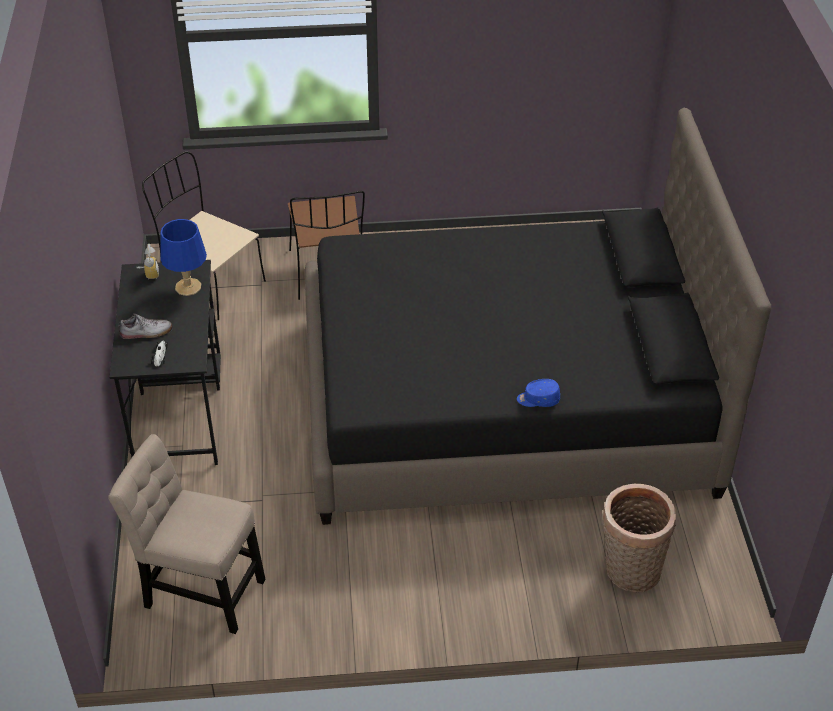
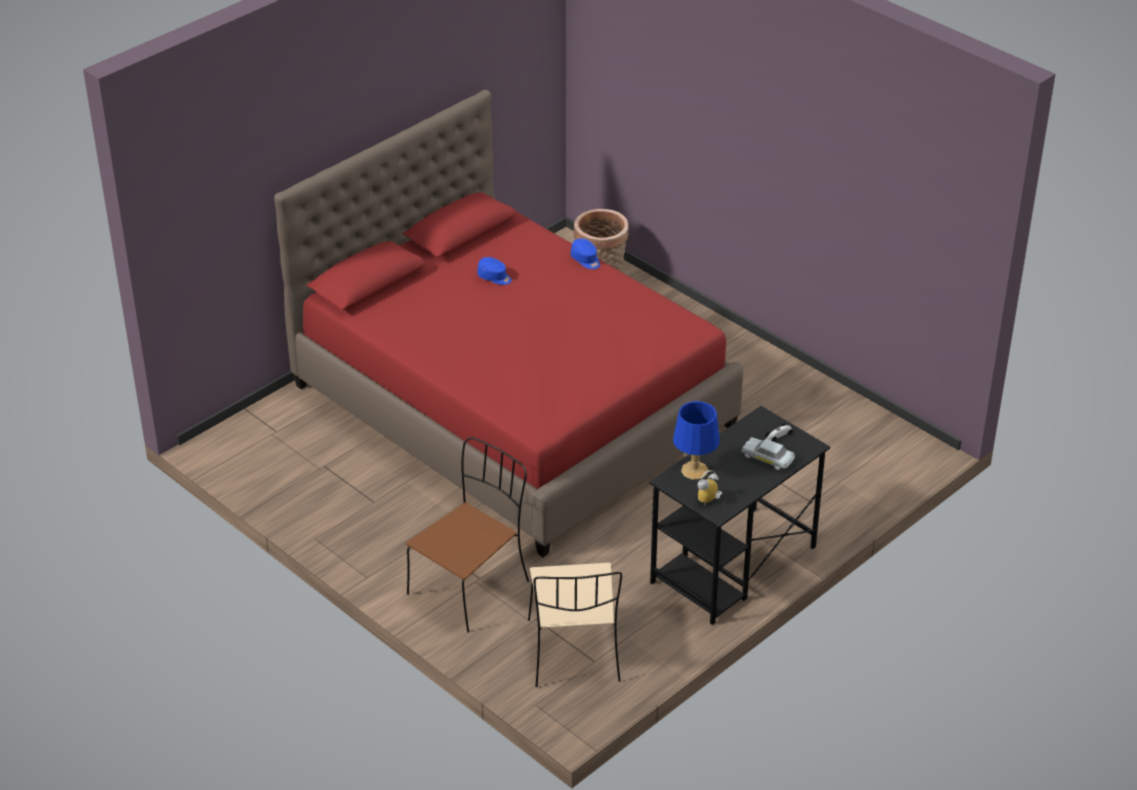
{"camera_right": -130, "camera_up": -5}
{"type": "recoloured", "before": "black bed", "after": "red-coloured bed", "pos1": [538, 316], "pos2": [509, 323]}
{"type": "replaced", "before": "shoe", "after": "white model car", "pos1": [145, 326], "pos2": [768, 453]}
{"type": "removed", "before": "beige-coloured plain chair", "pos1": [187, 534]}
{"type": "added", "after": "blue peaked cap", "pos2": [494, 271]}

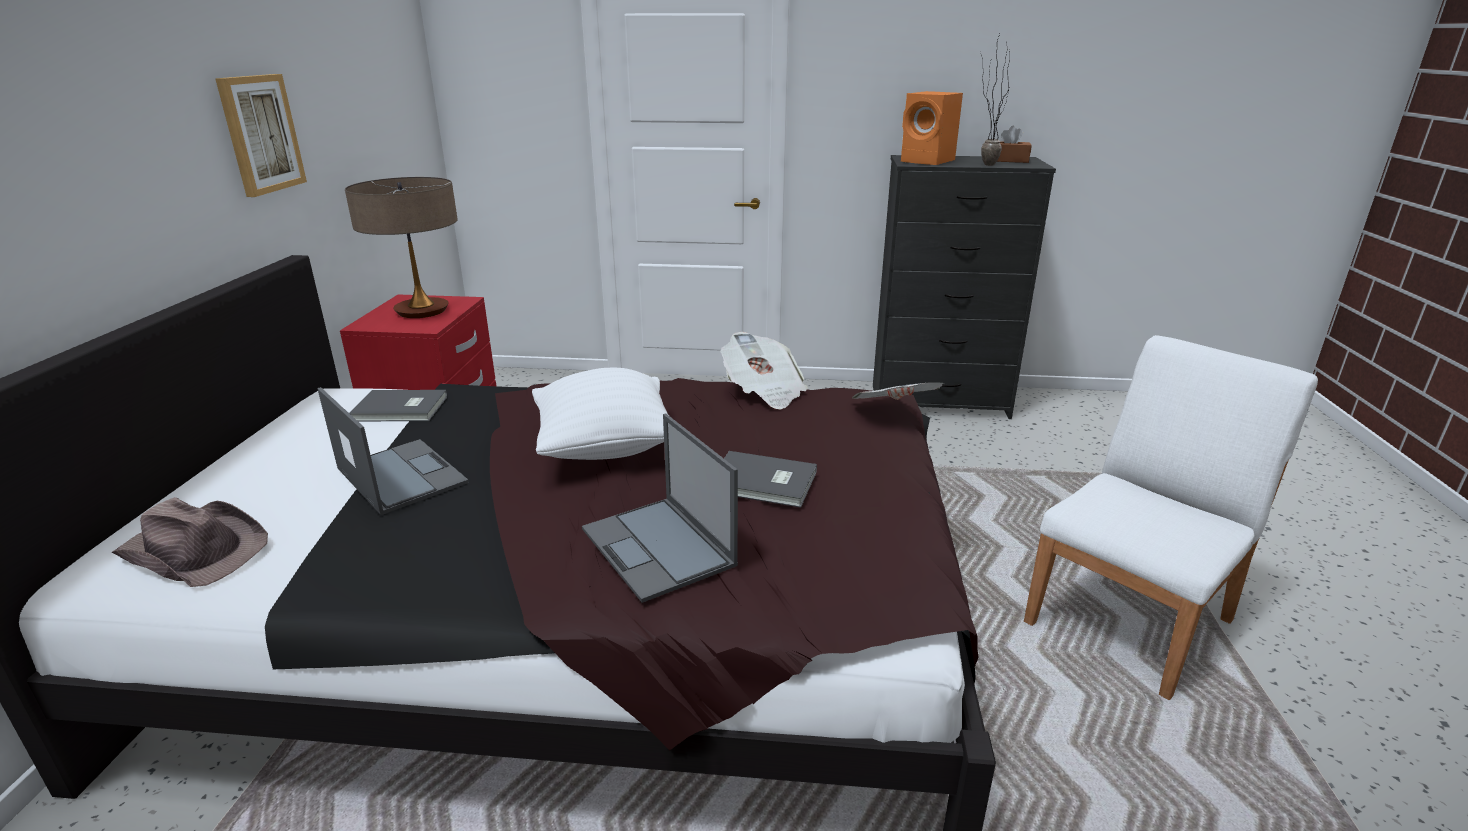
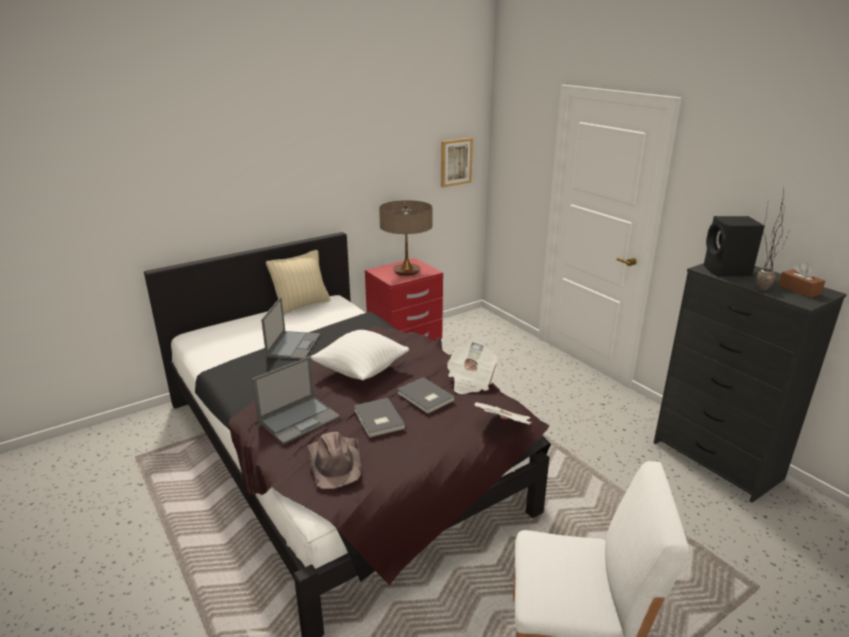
{"camera_right": 50, "camera_up": 0}
{"type": "moved", "before": "wall art", "pos1": [261, 135], "pos2": [457, 162]}
{"type": "recoloured", "before": "orange-coloured audio speaker", "after": "black audio speaker", "pos1": [932, 128], "pos2": [734, 246]}
{"type": "moved", "before": "greyish book", "pos1": [398, 405], "pos2": [426, 395]}
{"type": "turned", "before": "portable computer", "pos1": [660, 508], "pos2": [296, 400], "turn": -150}
{"type": "moved", "before": "brown wearable hat", "pos1": [190, 542], "pos2": [334, 460]}
{"type": "added", "after": "beige-coloured throw pillow", "pos2": [298, 282]}

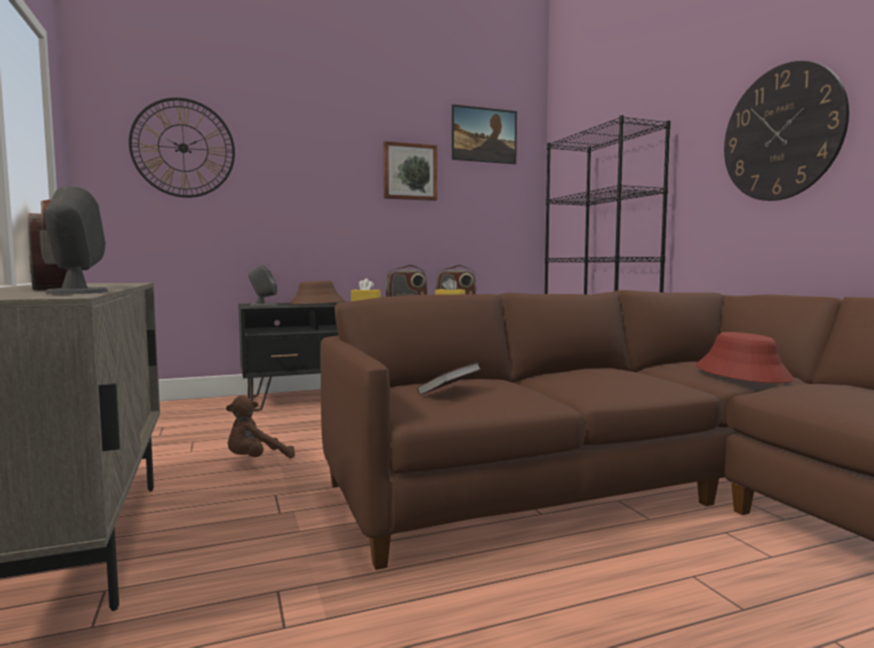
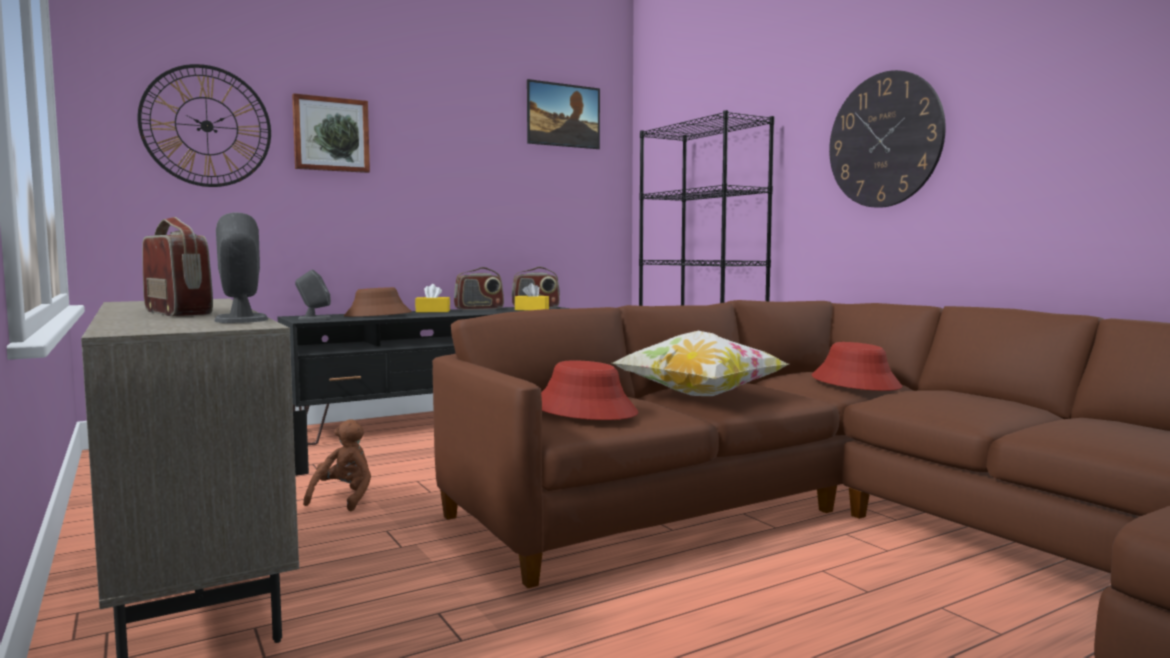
{"camera_right": -10, "camera_up": 0}
{"type": "moved", "before": "wall art", "pos1": [410, 171], "pos2": [331, 133]}
{"type": "replaced", "before": "book", "after": "red-coloured wearable hat", "pos1": [449, 378], "pos2": [589, 390]}
{"type": "turned", "before": "brown soft toy", "pos1": [260, 426], "pos2": [337, 465], "turn": 150}
{"type": "added", "after": "throw pillow", "pos2": [700, 363]}

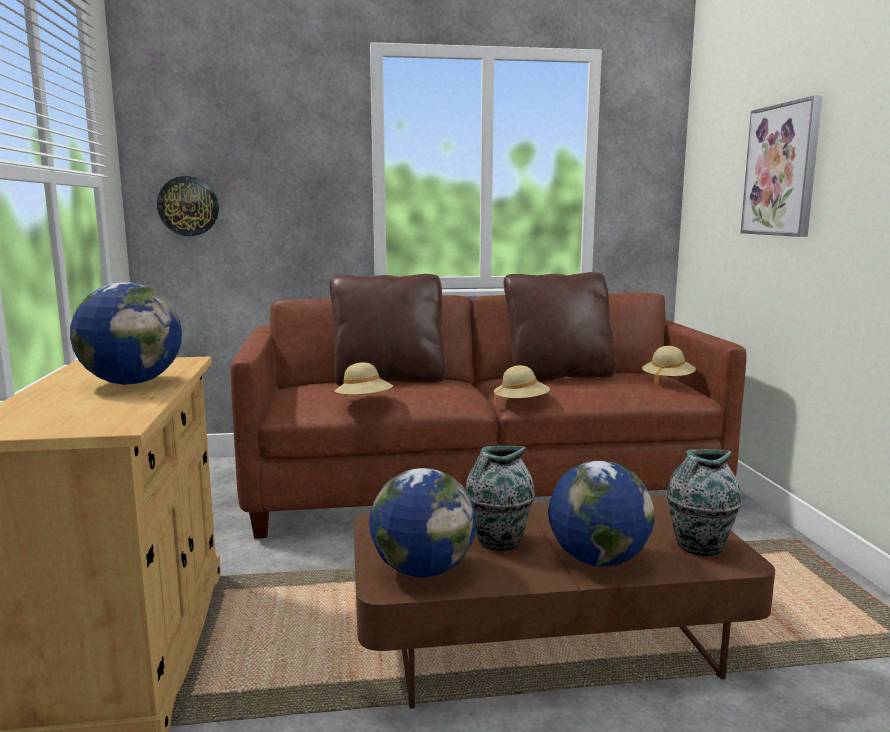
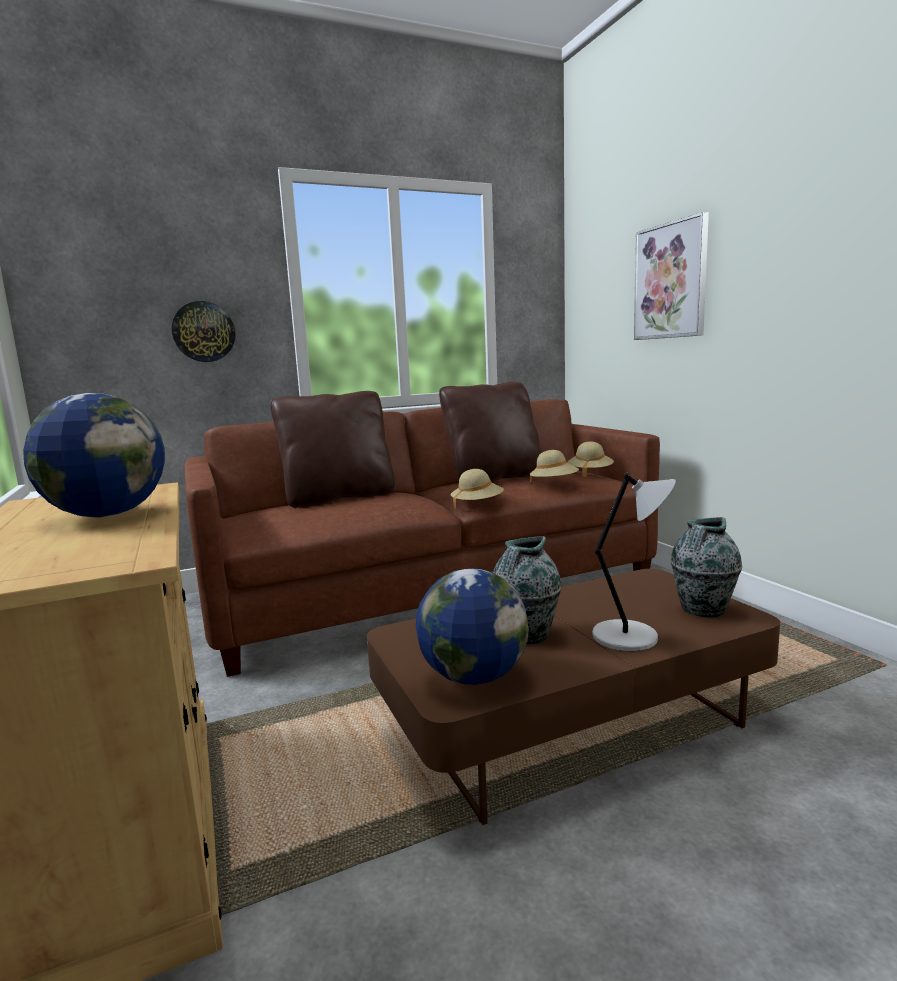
{"camera_right": -15, "camera_up": 0}
{"type": "moved", "before": "wall clock", "pos1": [188, 206], "pos2": [203, 331]}
{"type": "moved", "before": "beige-coloured wearable hat", "pos1": [364, 380], "pos2": [554, 466]}
{"type": "replaced", "before": "world globe", "after": "greyish tabletop lamp", "pos1": [601, 514], "pos2": [634, 562]}

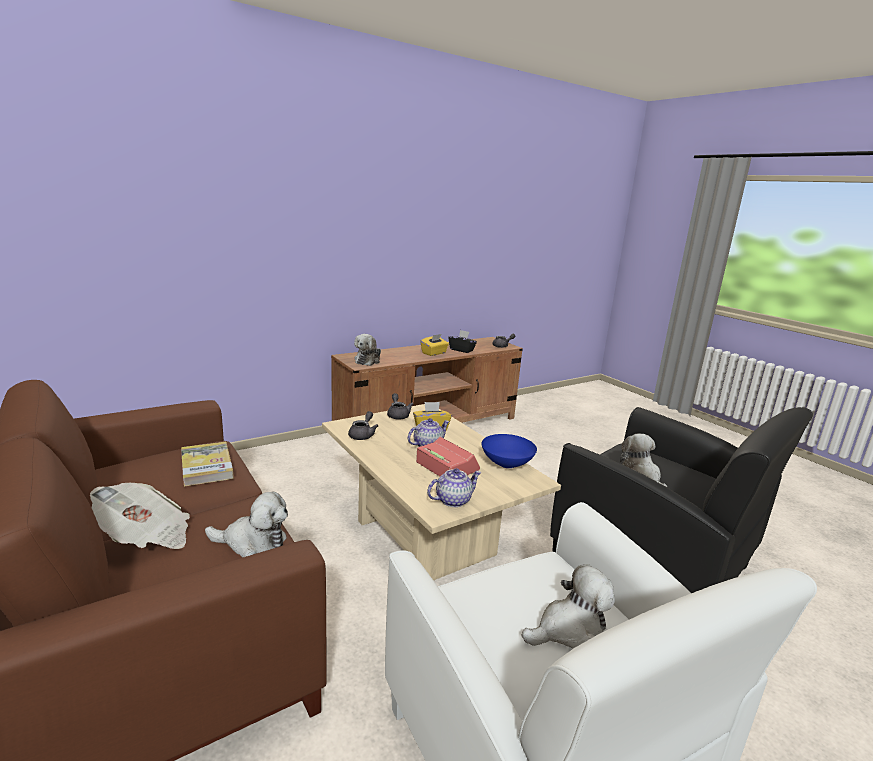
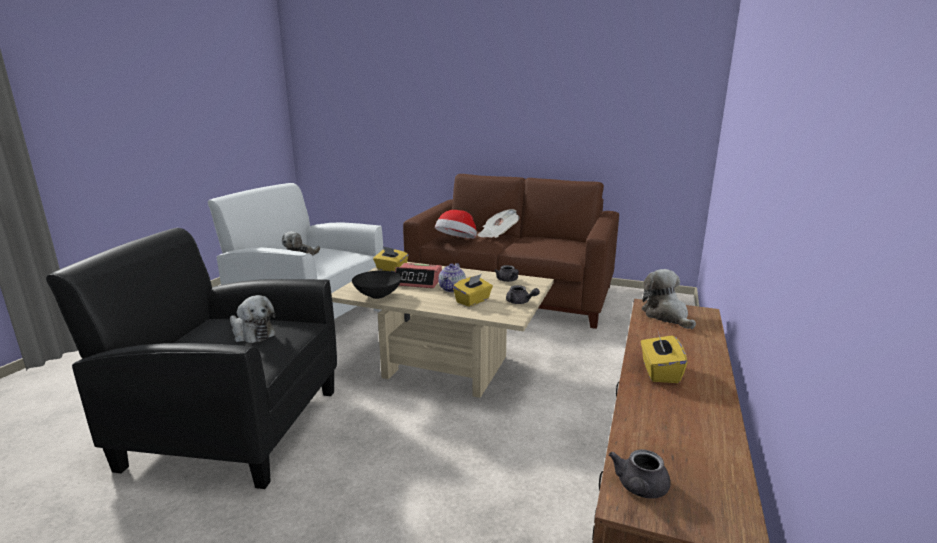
{"camera_right": 145, "camera_up": 0}
{"type": "removed", "before": "black box of tissues", "pos1": [462, 341]}
{"type": "recoloured", "before": "blue deep dish", "after": "black deep dish", "pos1": [509, 451], "pos2": [377, 285]}
{"type": "removed", "before": "book", "pos1": [207, 464]}
{"type": "replaced", "before": "pot for tea", "after": "yellow box of tissues", "pos1": [454, 487], "pos2": [390, 259]}
{"type": "replaced", "before": "soft toy", "after": "wearable hat", "pos1": [246, 525], "pos2": [456, 224]}

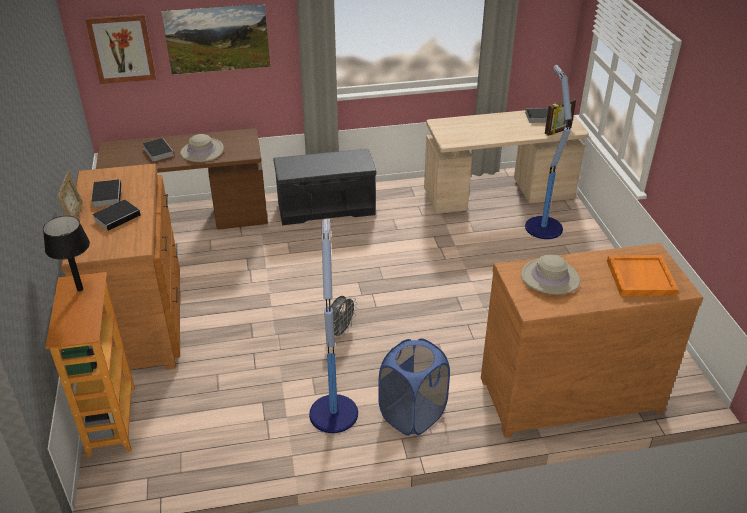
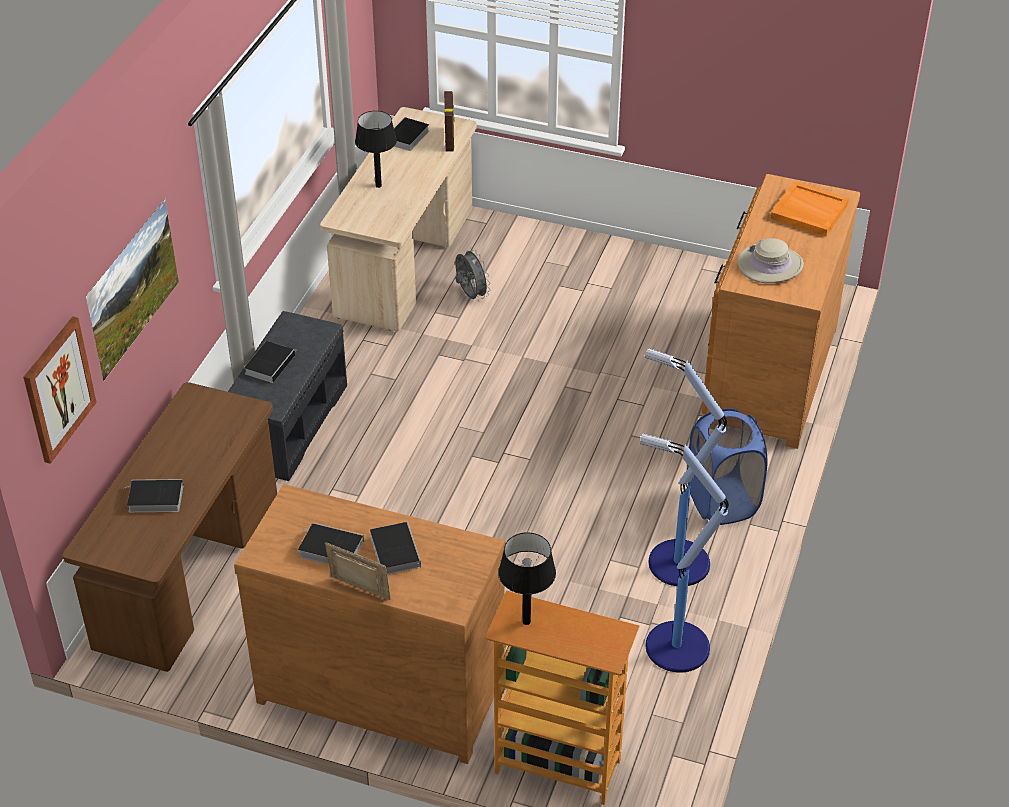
{"camera_right": -60, "camera_up": 5}
{"type": "moved", "before": "standard lamp", "pos1": [548, 152], "pos2": [684, 553]}
{"type": "removed", "before": "beige-coloured wearable hat", "pos1": [202, 148]}
{"type": "moved", "before": "greyish electric fan", "pos1": [344, 317], "pos2": [473, 273]}
{"type": "added", "after": "black tabletop lamp", "pos2": [376, 149]}
{"type": "added", "after": "book", "pos2": [270, 362]}

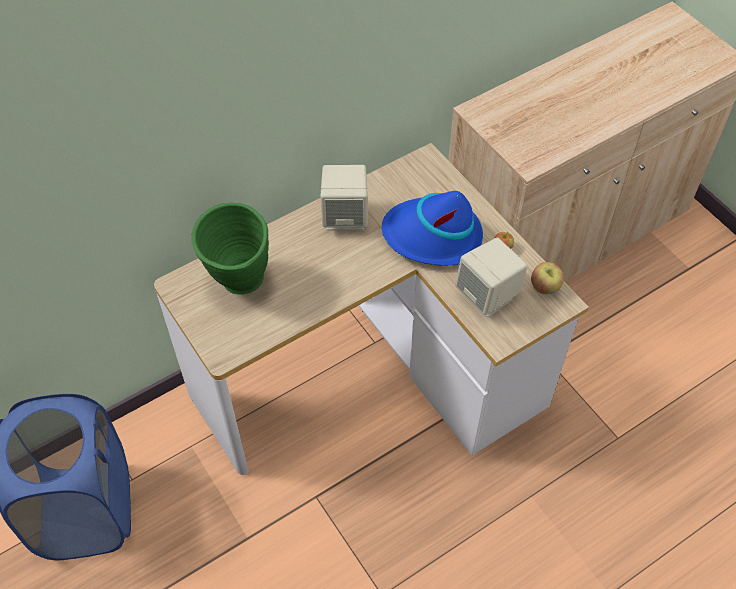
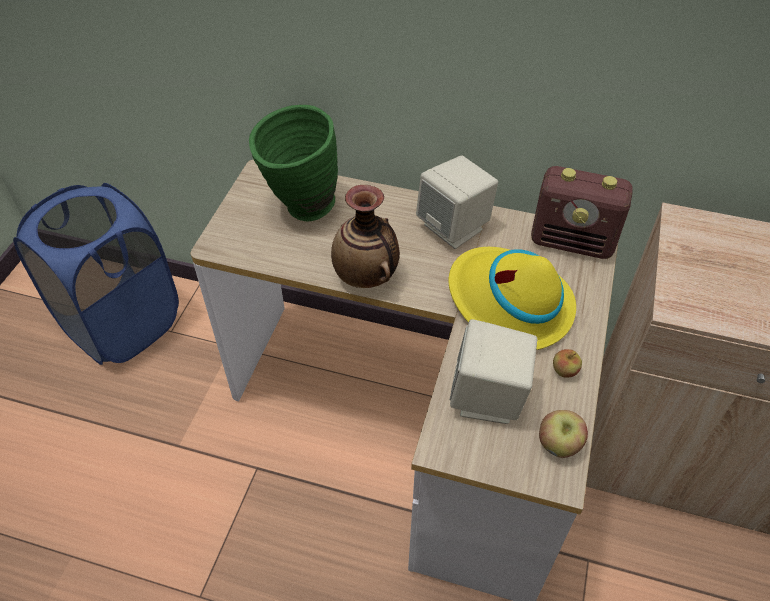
{"camera_right": 50, "camera_up": -5}
{"type": "recoloured", "before": "blue wearable hat", "after": "yellow wearable hat", "pos1": [432, 228], "pos2": [512, 298]}
{"type": "added", "after": "radio receiver", "pos2": [582, 212]}
{"type": "added", "after": "vase", "pos2": [365, 236]}

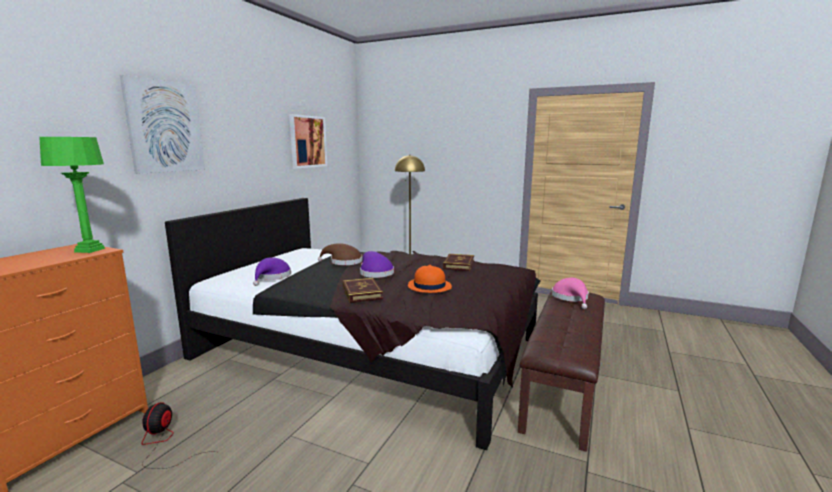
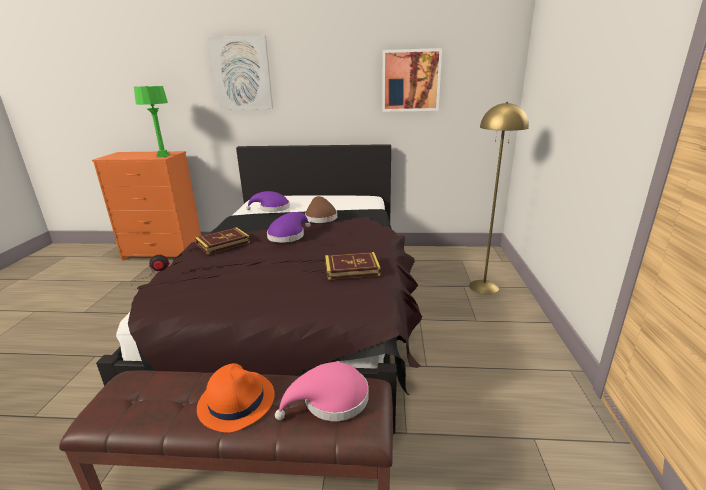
{"camera_right": 70, "camera_up": 10}
{"type": "moved", "before": "orange-coloured wearable hat", "pos1": [430, 279], "pos2": [236, 398]}

